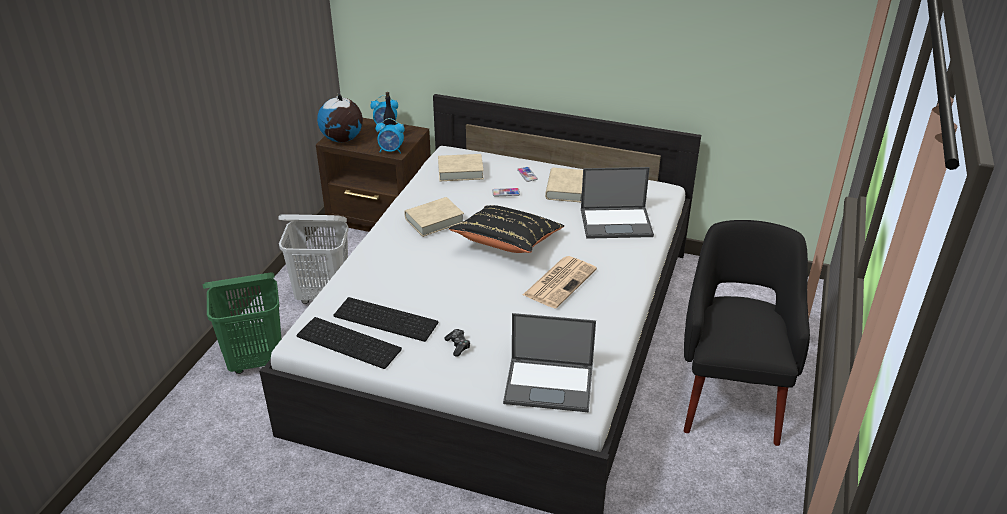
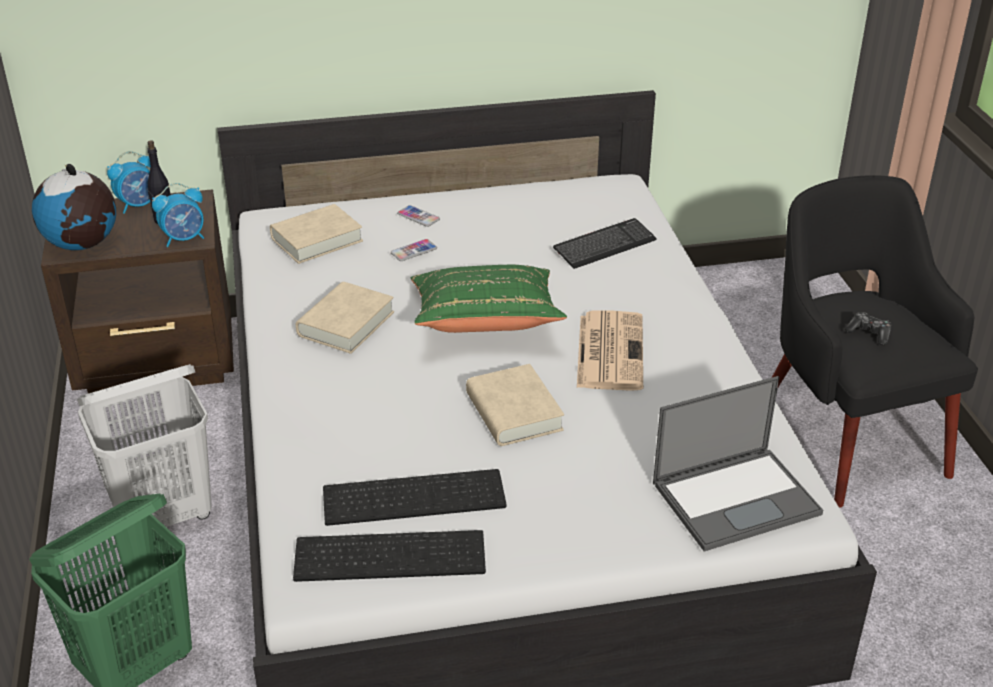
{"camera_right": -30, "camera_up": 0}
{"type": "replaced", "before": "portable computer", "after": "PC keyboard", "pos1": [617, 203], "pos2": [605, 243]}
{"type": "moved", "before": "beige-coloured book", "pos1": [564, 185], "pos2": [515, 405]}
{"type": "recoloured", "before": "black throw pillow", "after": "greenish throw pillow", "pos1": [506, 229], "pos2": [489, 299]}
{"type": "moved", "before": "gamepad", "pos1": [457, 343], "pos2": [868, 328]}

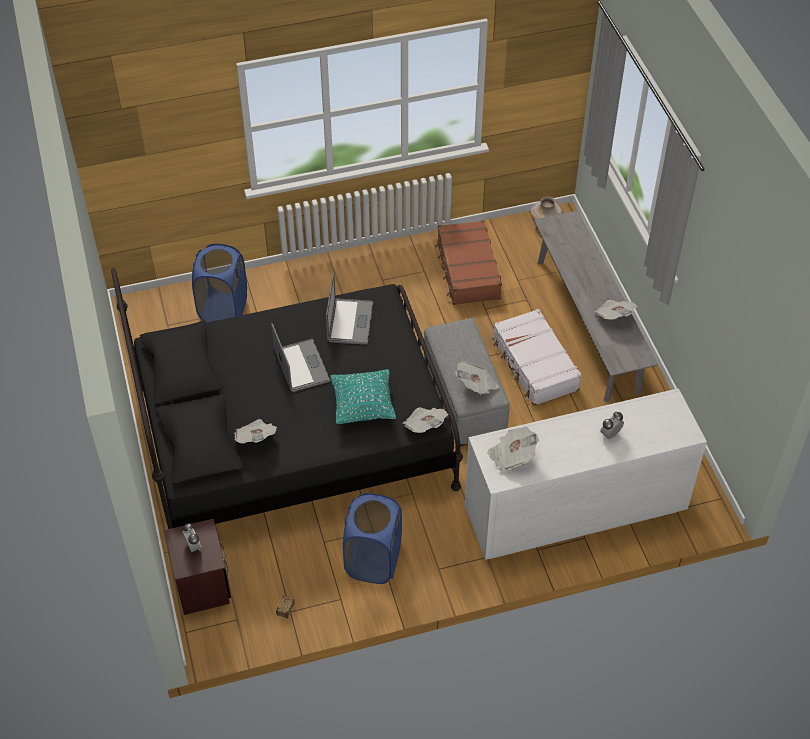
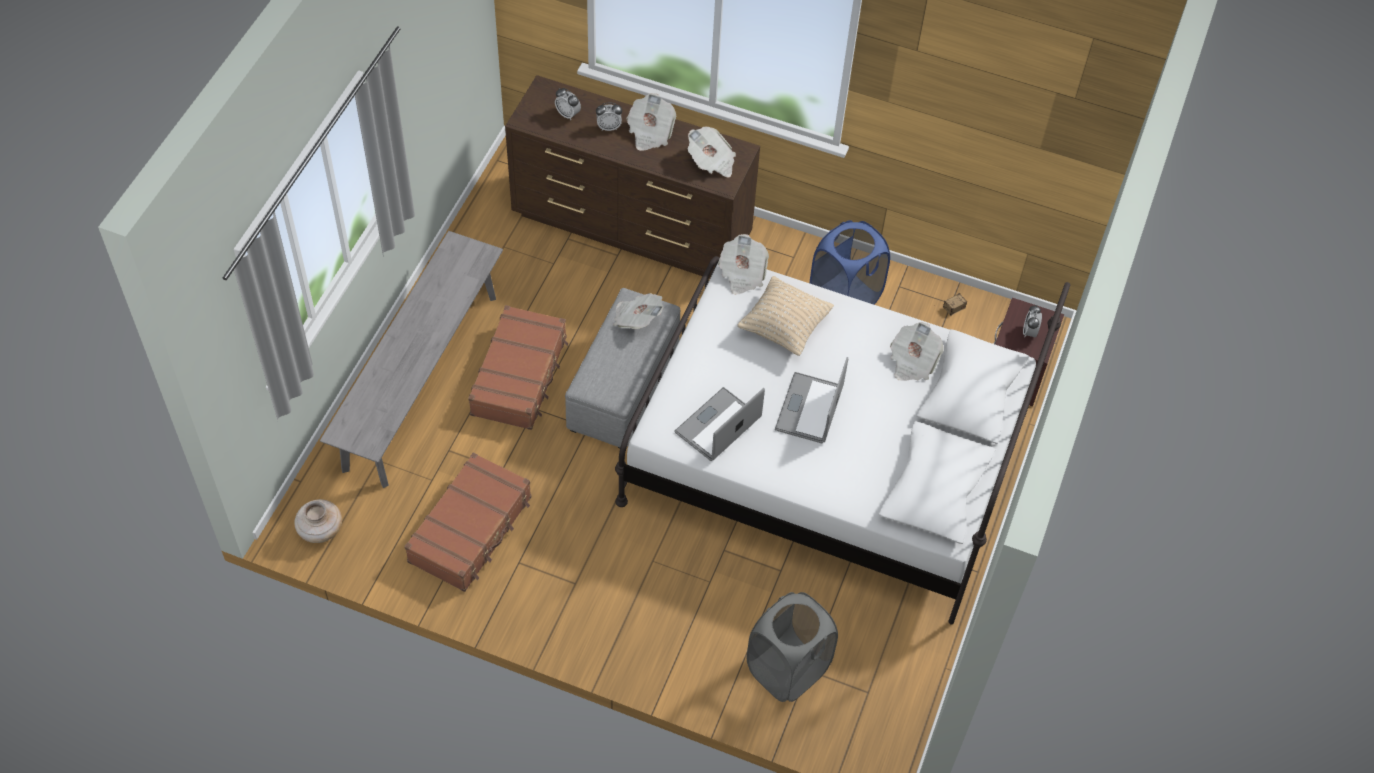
{"camera_right": -145, "camera_up": 5}
{"type": "recoloured", "before": "blue laundry basket", "after": "greyish laundry basket", "pos1": [219, 283], "pos2": [792, 647]}
{"type": "recoloured", "before": "black bed", "after": "white bed", "pos1": [287, 398], "pos2": [842, 440]}
{"type": "moved", "before": "newspaper", "pos1": [616, 310], "pos2": [652, 122]}
{"type": "recoloured", "before": "white suitcase", "after": "brown suitcase", "pos1": [537, 357], "pos2": [518, 367]}
{"type": "recoloured", "before": "turquoise-coloured throw pillow", "after": "beige-coloured throw pillow", "pos1": [363, 396], "pos2": [785, 316]}
{"type": "recoloured", "before": "white drawer chest", "after": "brown drawer chest", "pos1": [586, 474], "pos2": [632, 177]}
{"type": "added", "after": "bedside clock", "pos2": [568, 104]}

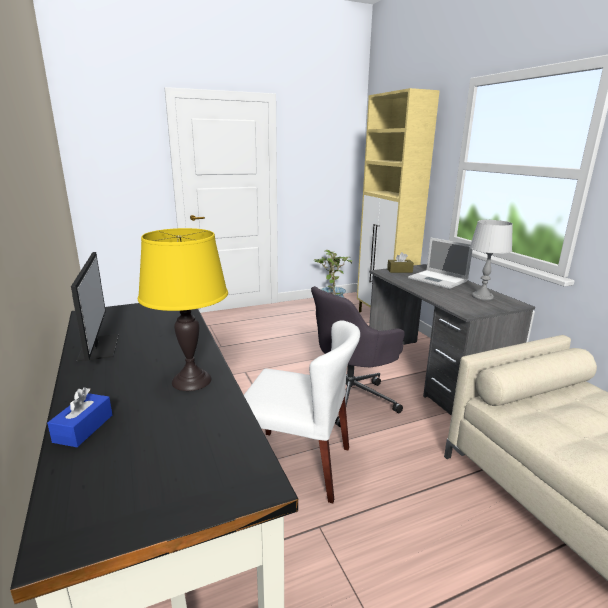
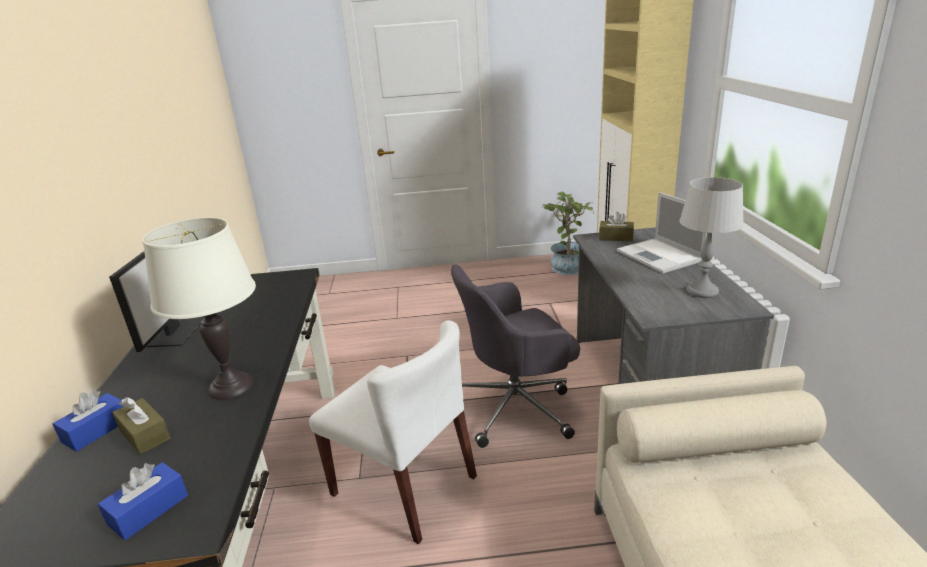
{"camera_right": 20, "camera_up": 5}
{"type": "recoloured", "before": "yellow tabletop lamp", "after": "white tabletop lamp", "pos1": [183, 309], "pos2": [199, 309]}
{"type": "added", "after": "brown box of tissues", "pos2": [141, 426]}
{"type": "added", "after": "blue box of tissues", "pos2": [143, 501]}

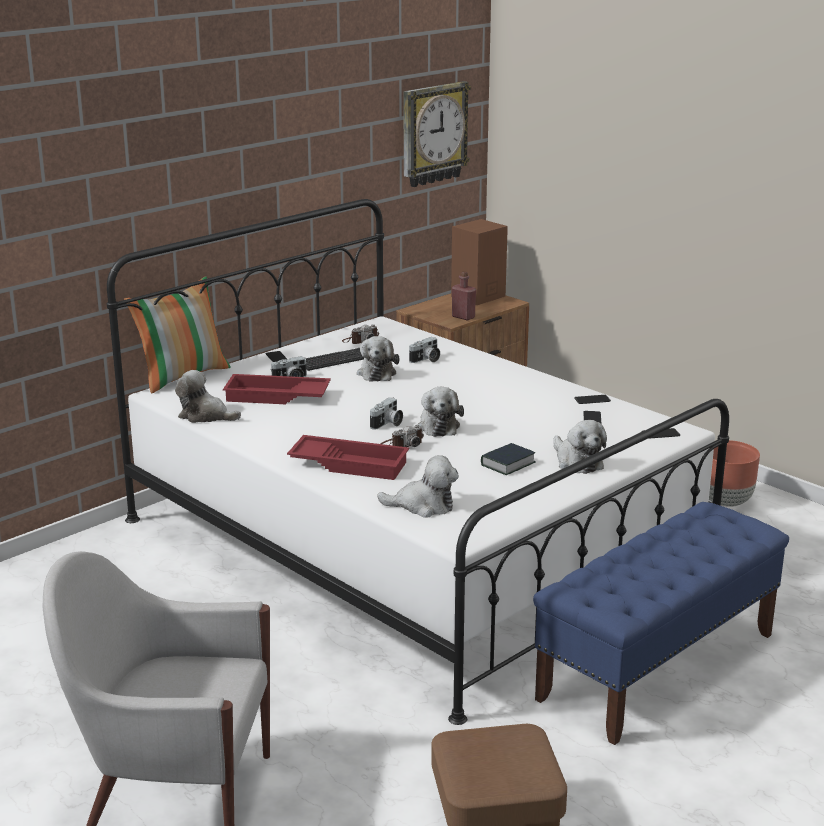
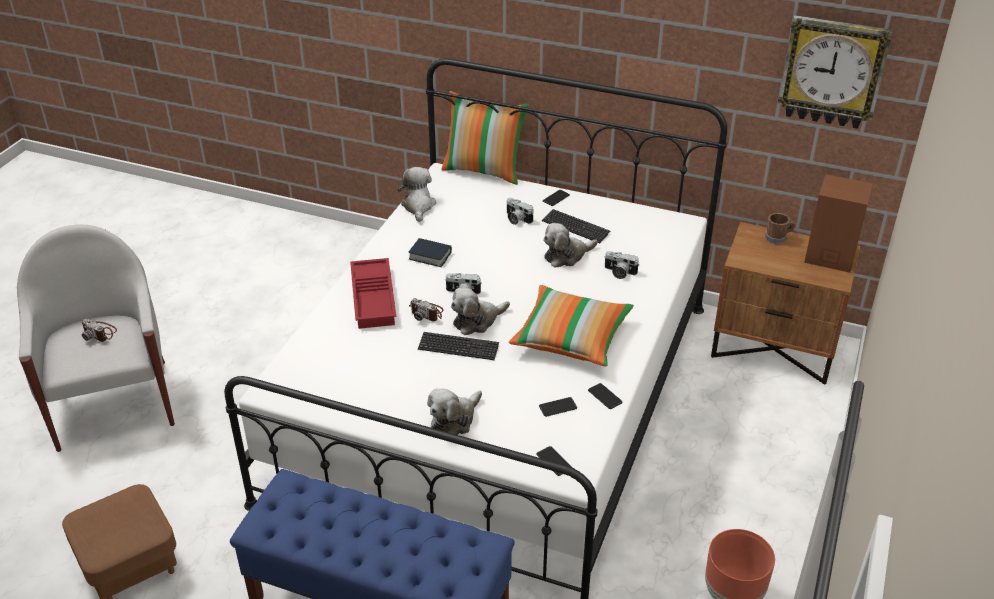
{"camera_right": 65, "camera_up": 15}
{"type": "removed", "before": "red-coloured drink bottle", "pos1": [464, 295]}
{"type": "moved", "before": "photo camera", "pos1": [360, 334], "pos2": [99, 330]}
{"type": "removed", "before": "red-coloured serving tray", "pos1": [277, 389]}
{"type": "moved", "before": "book", "pos1": [508, 459], "pos2": [430, 252]}
{"type": "removed", "before": "soft toy", "pos1": [418, 486]}
{"type": "added", "after": "brown coffee mug", "pos2": [780, 228]}
{"type": "added", "after": "throw pillow", "pos2": [571, 325]}
{"type": "added", "after": "PC keyboard", "pos2": [458, 346]}

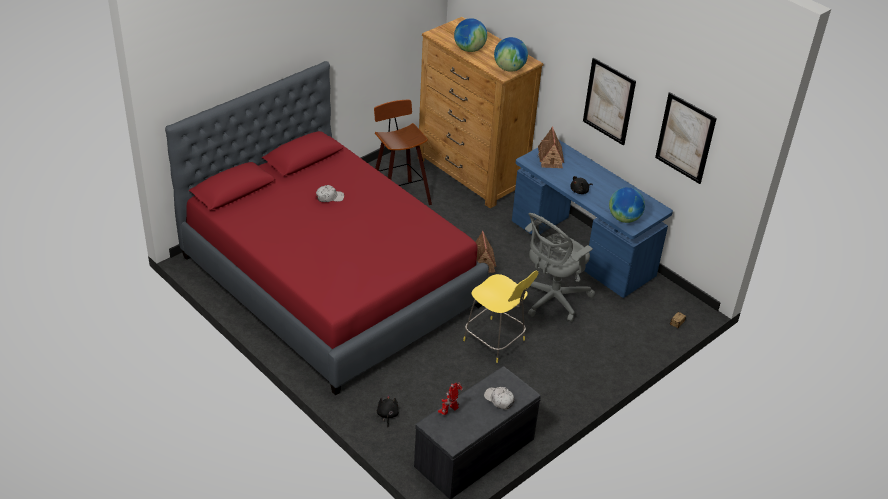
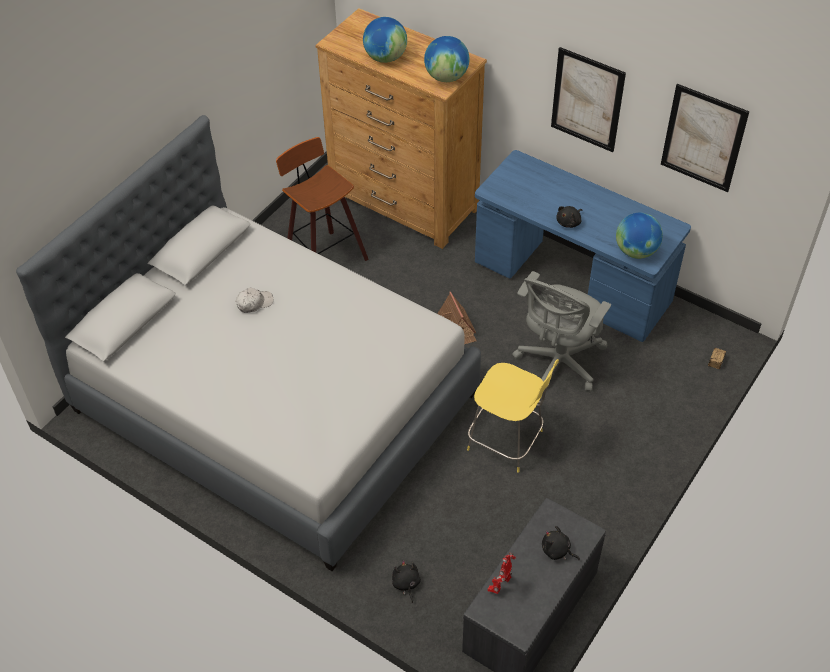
{"camera_right": -10, "camera_up": 10}
{"type": "recoloured", "before": "red-coloured bed", "after": "greyish bed", "pos1": [327, 228], "pos2": [248, 343]}
{"type": "removed", "before": "model house", "pos1": [551, 147]}
{"type": "replaced", "before": "white peaked cap", "after": "black soft toy", "pos1": [499, 398], "pos2": [561, 543]}

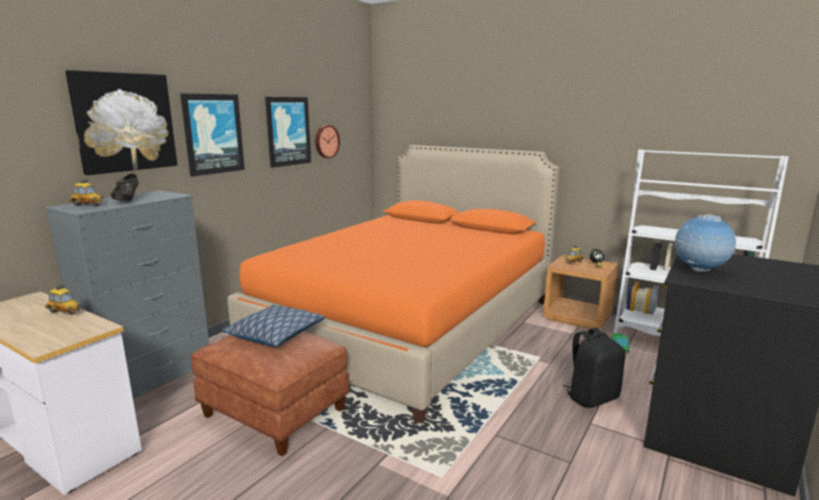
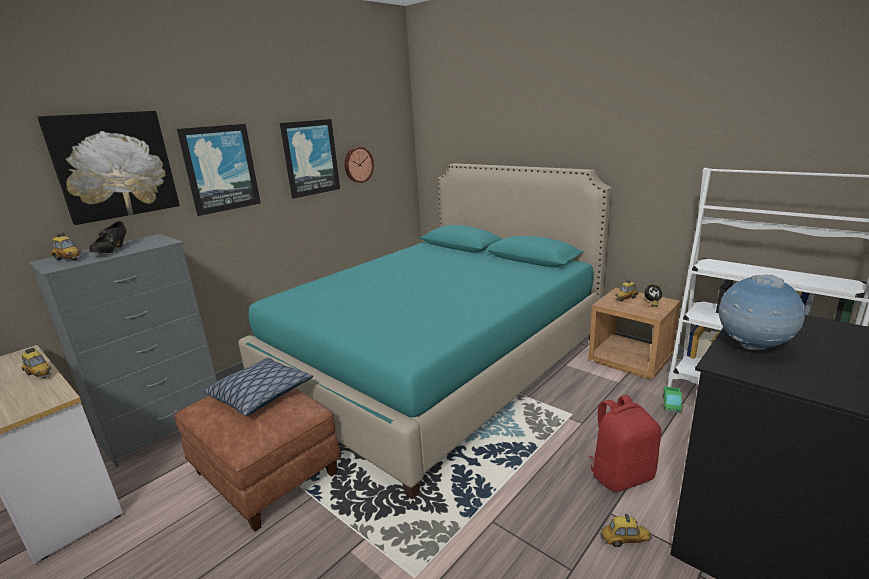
{"camera_right": 10, "camera_up": 5}
{"type": "recoloured", "before": "orange-coloured bed", "after": "turquoise-coloured bed", "pos1": [393, 284], "pos2": [425, 331]}
{"type": "recoloured", "before": "black backpack", "after": "red-coloured backpack", "pos1": [594, 367], "pos2": [625, 443]}
{"type": "added", "after": "model car", "pos2": [625, 530]}

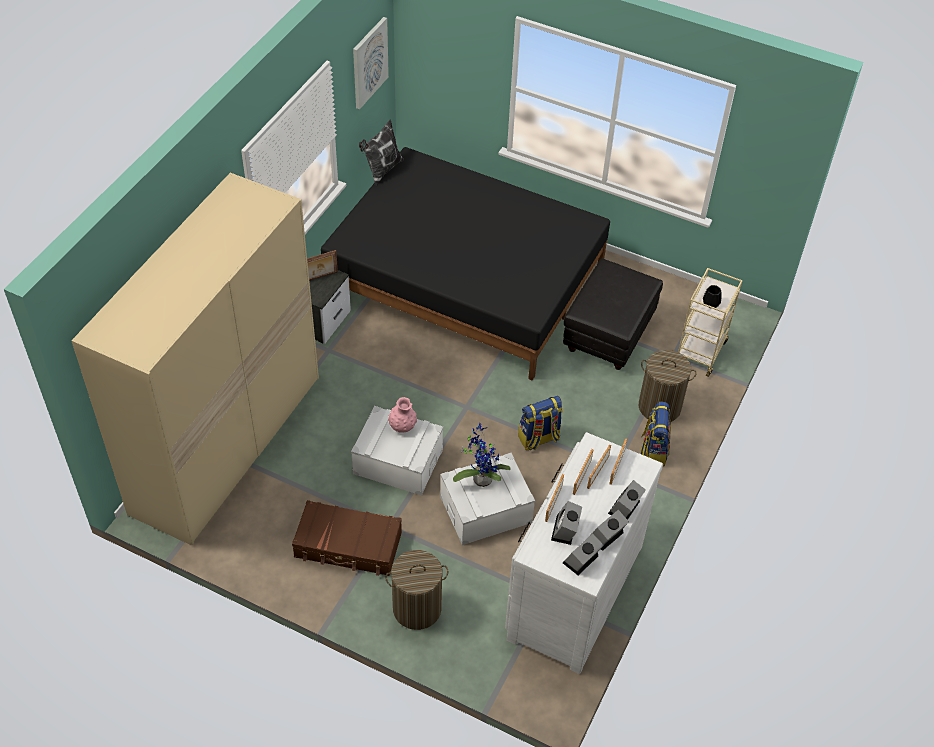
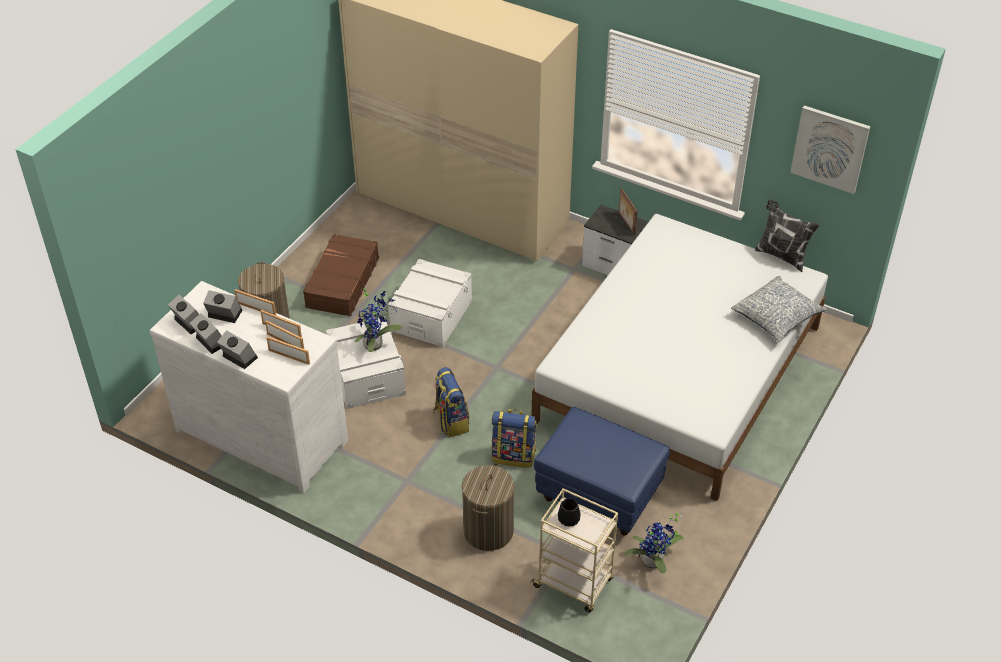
{"camera_right": 95, "camera_up": -5}
{"type": "recoloured", "before": "black bed", "after": "white bed", "pos1": [465, 264], "pos2": [680, 357]}
{"type": "recoloured", "before": "black ottoman", "after": "blue ottoman", "pos1": [613, 314], "pos2": [602, 471]}
{"type": "removed", "before": "pinkish vase", "pos1": [402, 415]}
{"type": "moved", "before": "backpack", "pos1": [655, 434], "pos2": [514, 438]}
{"type": "added", "after": "throw pillow", "pos2": [779, 309]}
{"type": "added", "after": "potted plant", "pos2": [654, 543]}

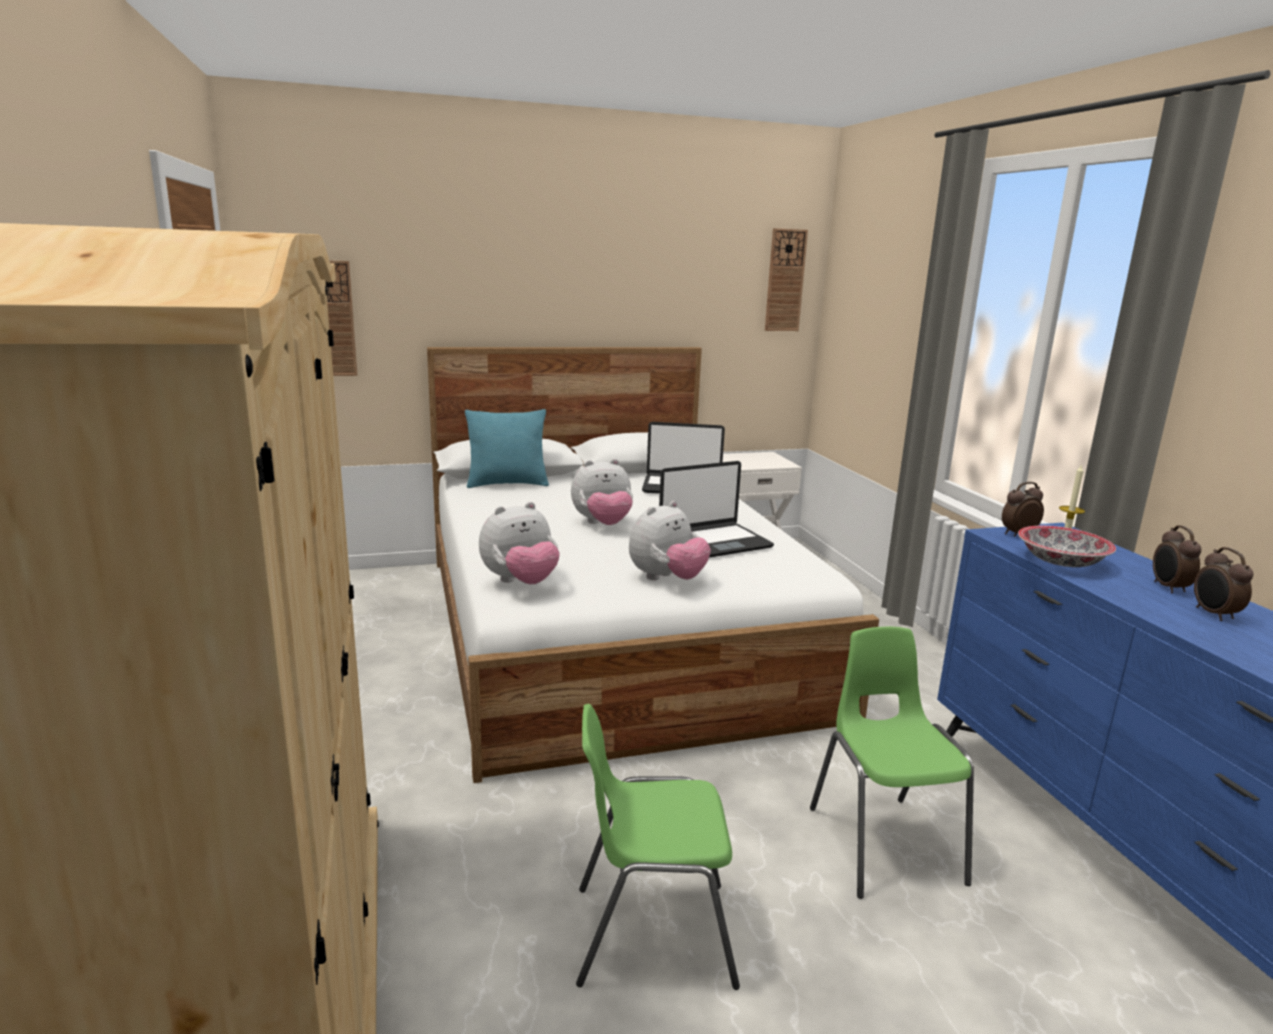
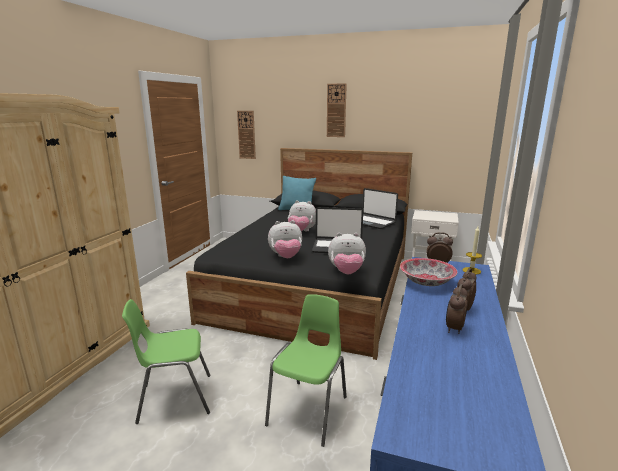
{"camera_right": 35, "camera_up": 0}
{"type": "moved", "before": "wall clock", "pos1": [786, 279], "pos2": [337, 110]}
{"type": "recoloured", "before": "white bed", "after": "black bed", "pos1": [653, 565], "pos2": [299, 254]}
{"type": "moved", "before": "soft toy", "pos1": [519, 543], "pos2": [347, 253]}
{"type": "turned", "before": "greenish plain chair", "pos1": [658, 847], "pos2": [166, 361], "turn": -45}

